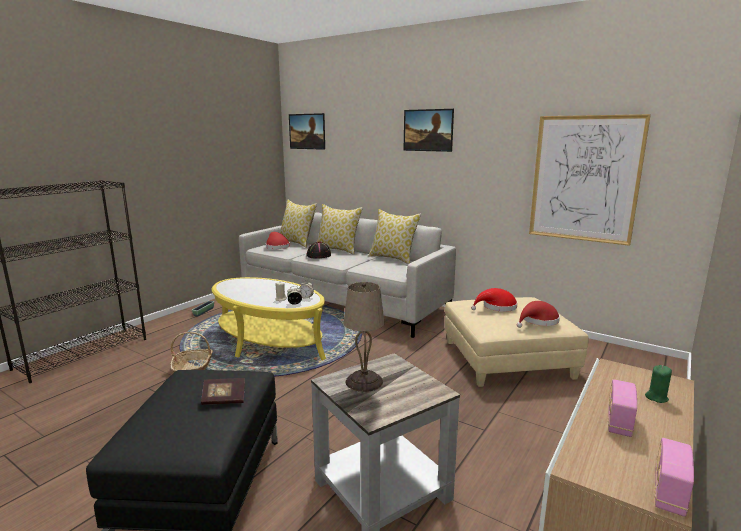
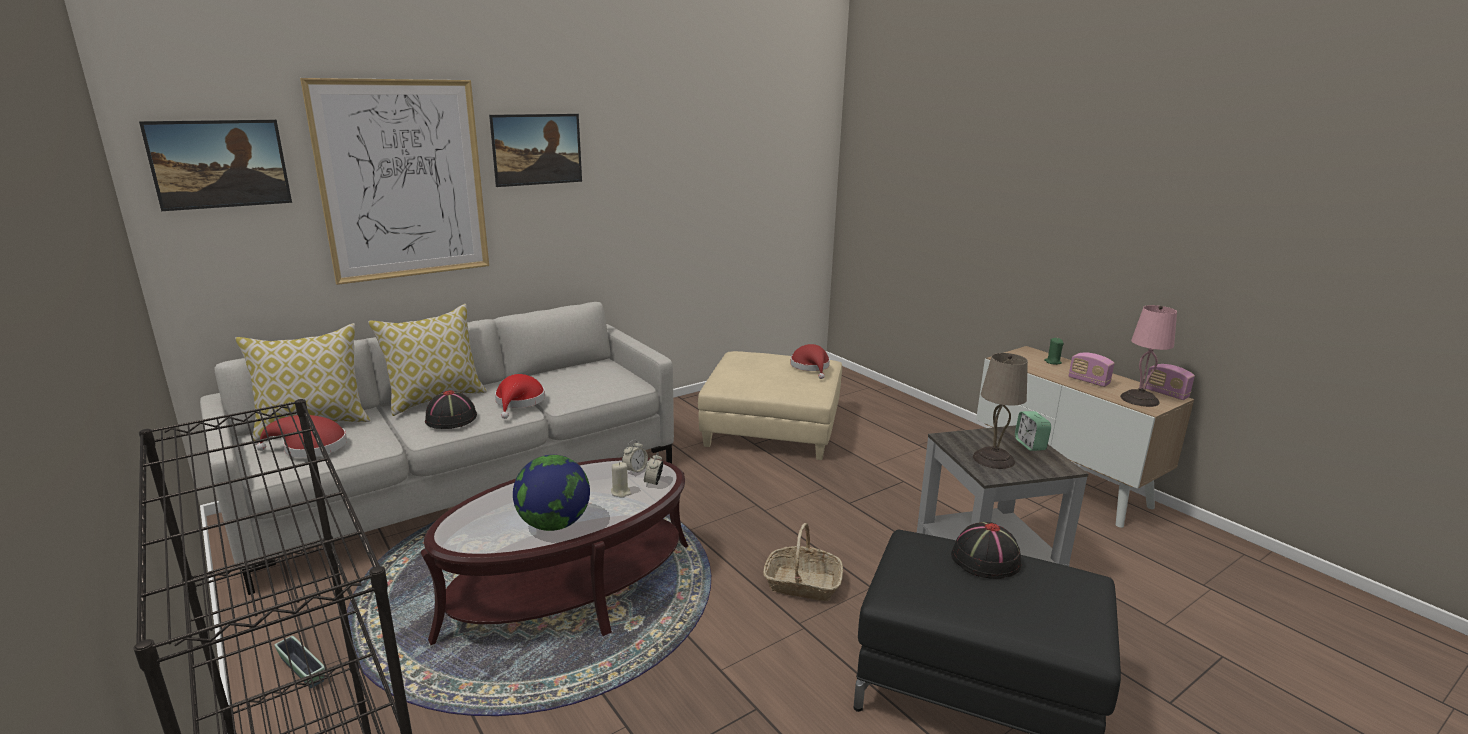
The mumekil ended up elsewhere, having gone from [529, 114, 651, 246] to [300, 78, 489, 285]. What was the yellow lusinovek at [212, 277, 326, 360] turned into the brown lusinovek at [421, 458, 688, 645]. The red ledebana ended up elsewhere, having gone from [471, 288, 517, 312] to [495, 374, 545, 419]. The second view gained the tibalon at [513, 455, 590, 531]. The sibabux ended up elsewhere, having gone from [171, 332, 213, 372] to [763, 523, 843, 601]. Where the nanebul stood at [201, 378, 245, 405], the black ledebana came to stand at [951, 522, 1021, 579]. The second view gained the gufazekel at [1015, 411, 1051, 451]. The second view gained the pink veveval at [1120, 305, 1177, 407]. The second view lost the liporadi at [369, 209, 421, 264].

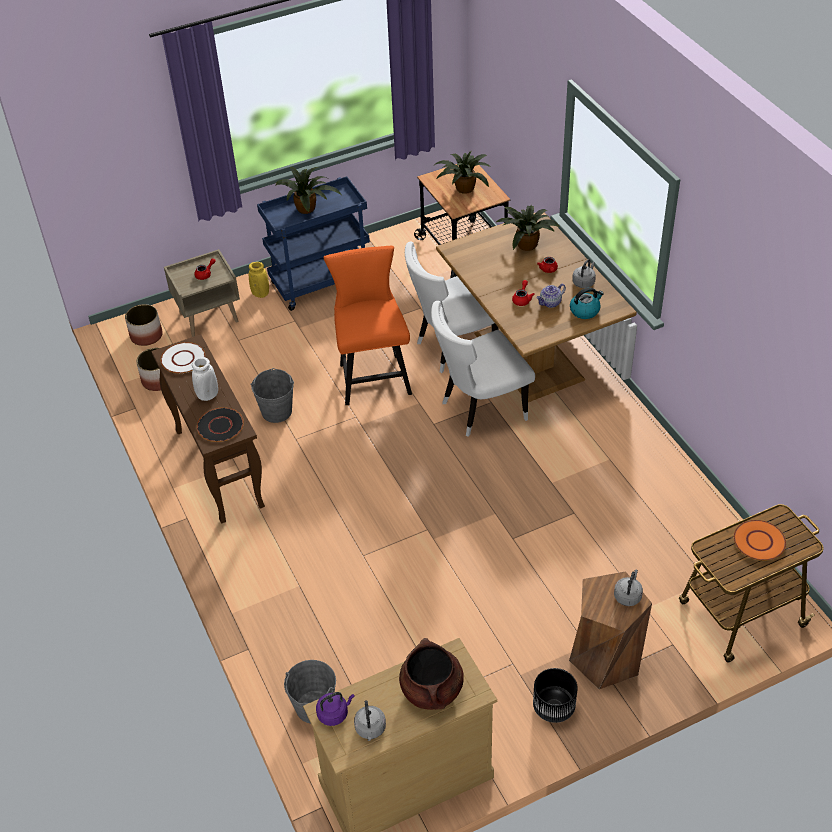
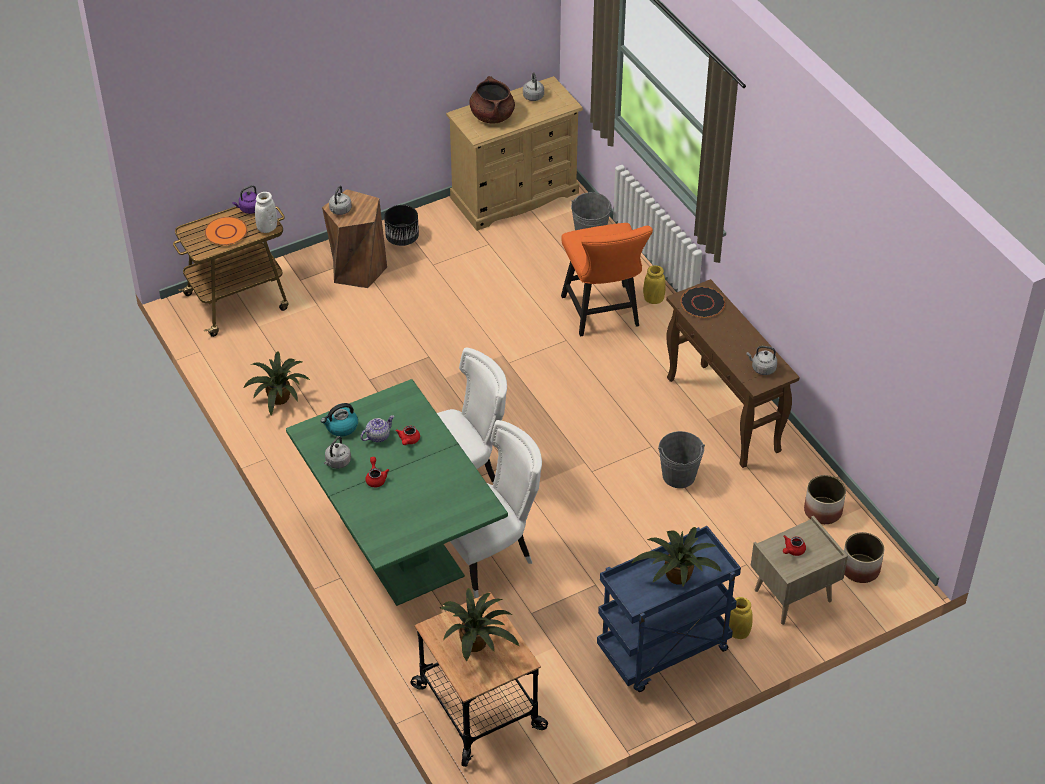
The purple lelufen ended up elsewhere, having gone from [316, 692, 355, 726] to [232, 185, 258, 214]. The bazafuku ended up elsewhere, having gone from [496, 204, 560, 251] to [244, 352, 311, 415]. The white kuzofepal ended up elsewhere, having gone from [192, 357, 218, 401] to [255, 192, 277, 233]. What was the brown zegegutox at [436, 212, 637, 402] turned into the green zegegutox at [286, 379, 508, 606]. The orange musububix ended up elsewhere, having gone from [323, 246, 412, 405] to [561, 223, 653, 336]. The second view gained the yellow kuzofepal at [643, 265, 666, 304]. Where the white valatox stood at [161, 342, 205, 373], the grey lelufen came to stand at [747, 346, 777, 375].

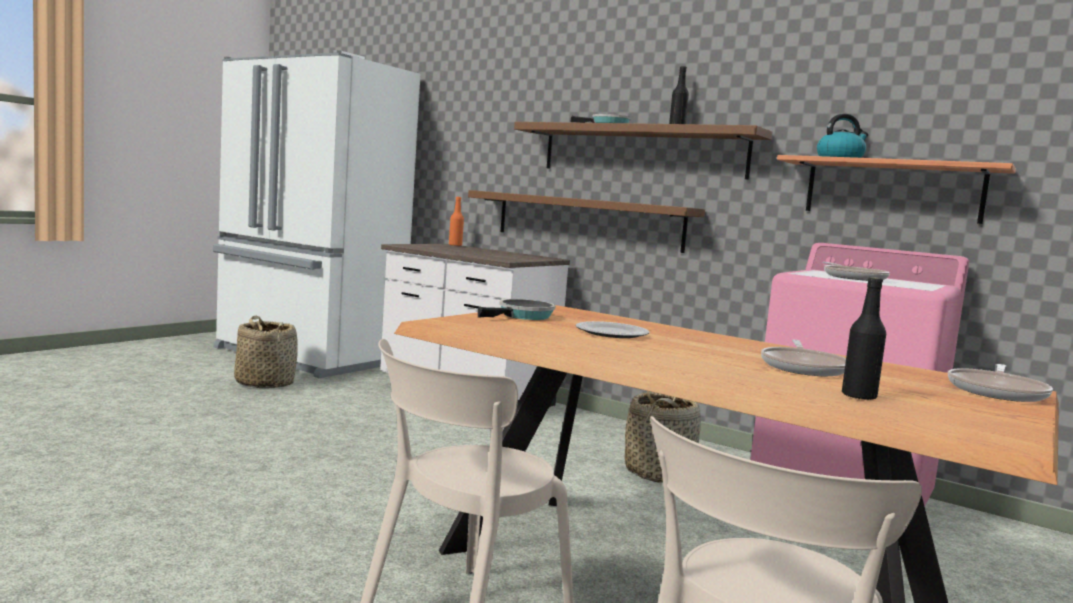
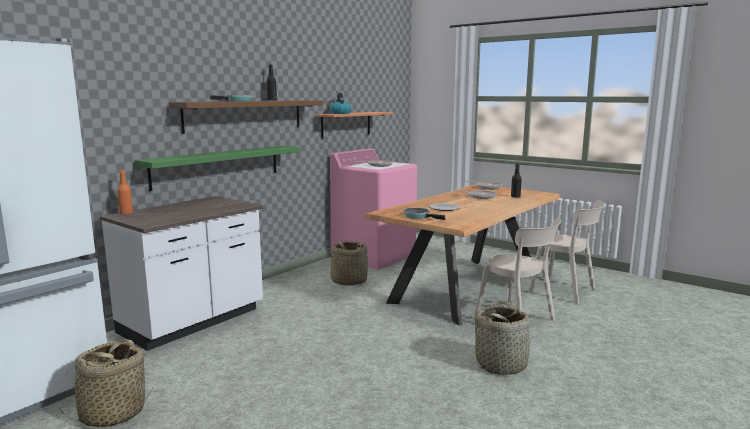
What was the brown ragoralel at [468, 190, 705, 253] turned into the green ragoralel at [134, 146, 300, 191]. The second view gained the sibabux at [475, 301, 534, 375].

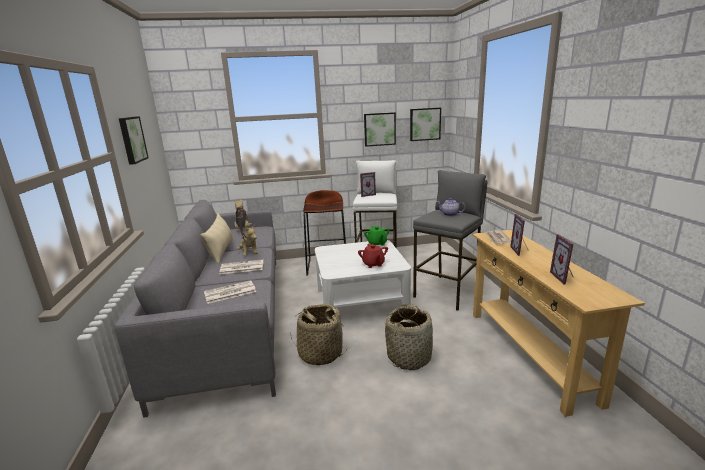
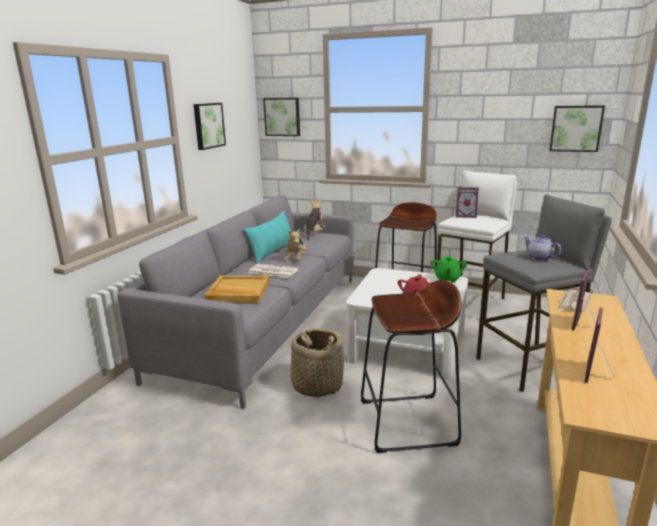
Where the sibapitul stood at [204, 280, 256, 304], the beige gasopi came to stand at [204, 276, 270, 303]. What was the beige liporadi at [201, 213, 233, 265] turned into the turquoise liporadi at [244, 211, 291, 264]. The mumekil ended up elsewhere, having gone from [364, 112, 396, 147] to [263, 98, 300, 136]. Where the sibabux stood at [385, 304, 433, 370], the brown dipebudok came to stand at [361, 279, 462, 453].

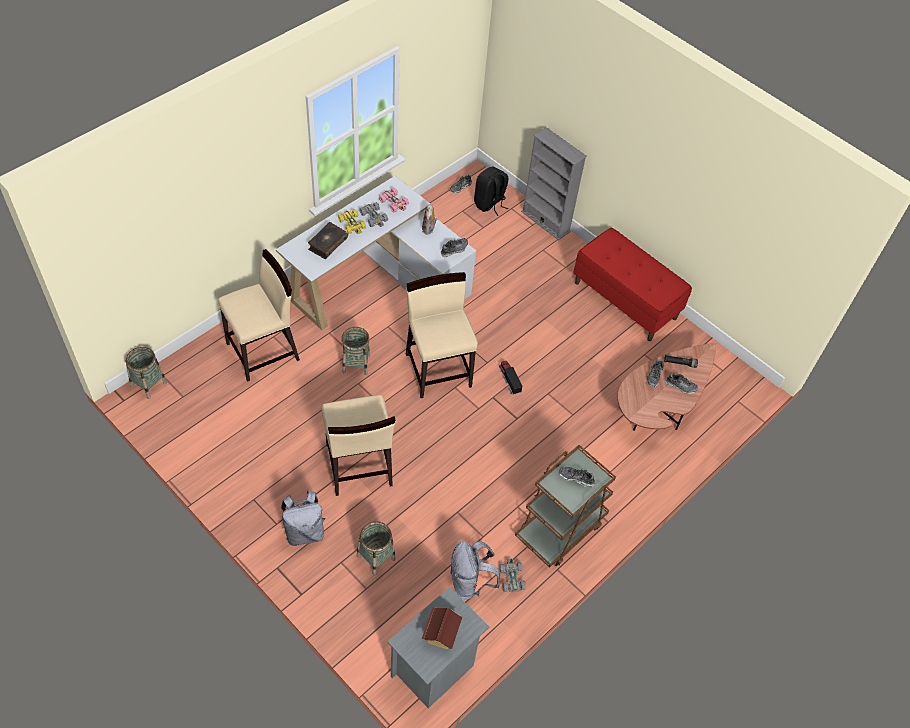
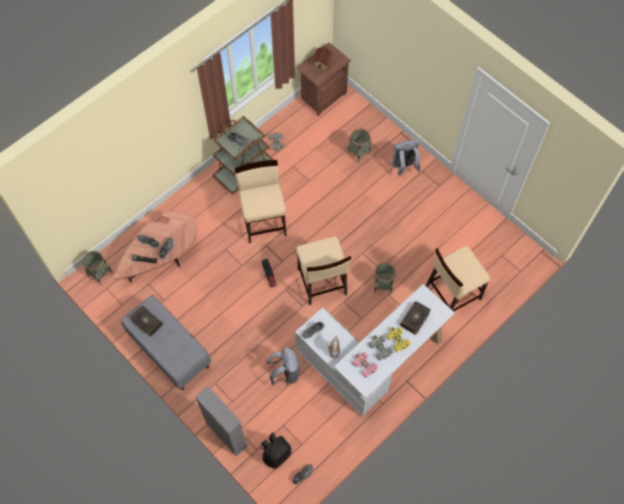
The sibabux ended up elsewhere, having gone from [126, 347, 167, 399] to [83, 251, 112, 285]. What was the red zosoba at [573, 228, 692, 341] turned into the grey zosoba at [121, 295, 211, 390]. The second view gained the nanebul at [130, 305, 163, 337]. The beige musububix ended up elsewhere, having gone from [322, 395, 395, 496] to [235, 160, 287, 243]. The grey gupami ended up elsewhere, having gone from [450, 541, 500, 600] to [266, 348, 300, 385]. What was the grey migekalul at [387, 587, 489, 708] turned into the brown migekalul at [296, 42, 351, 117].

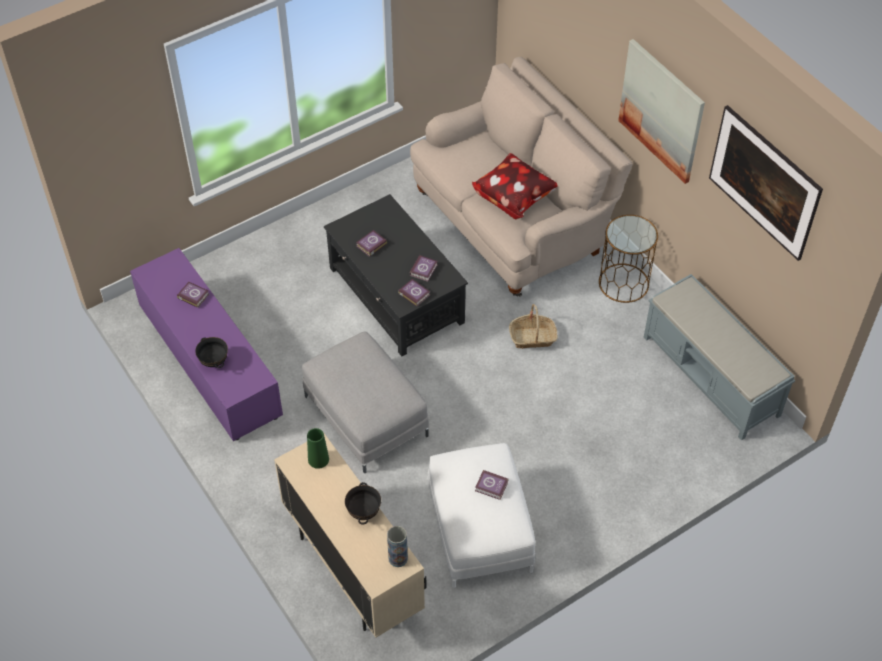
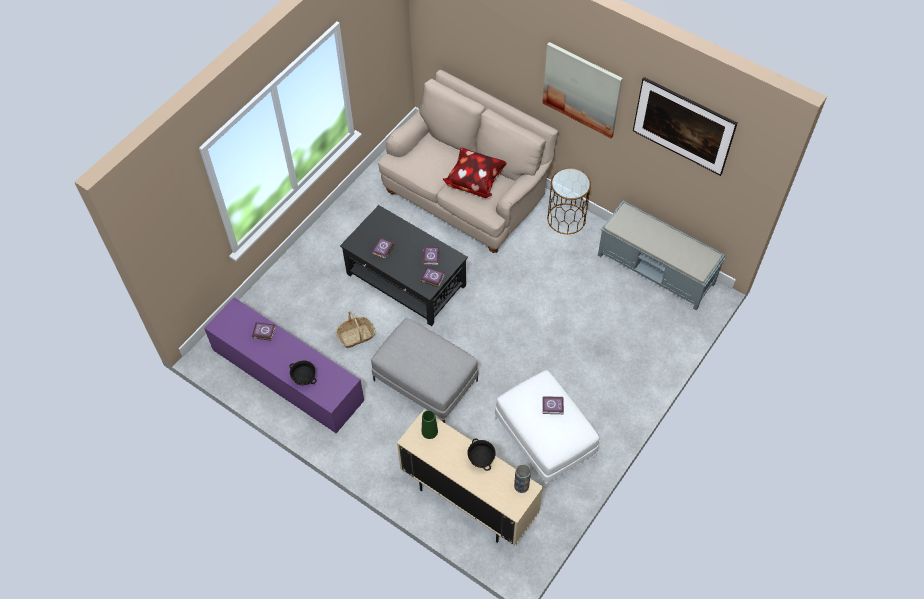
The sibabux ended up elsewhere, having gone from [509, 304, 558, 349] to [336, 312, 376, 348].

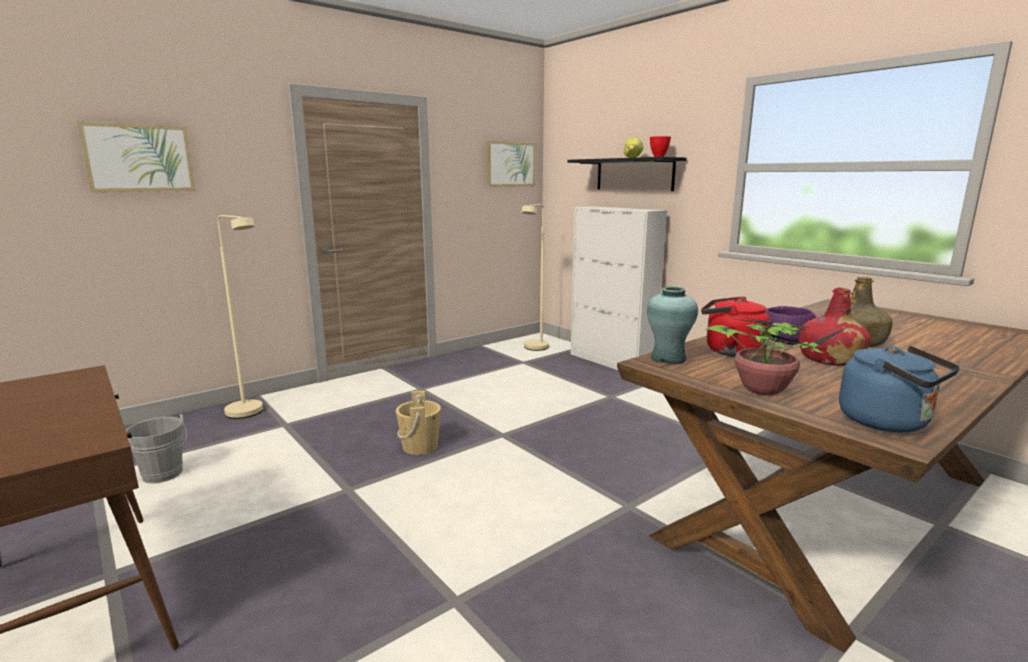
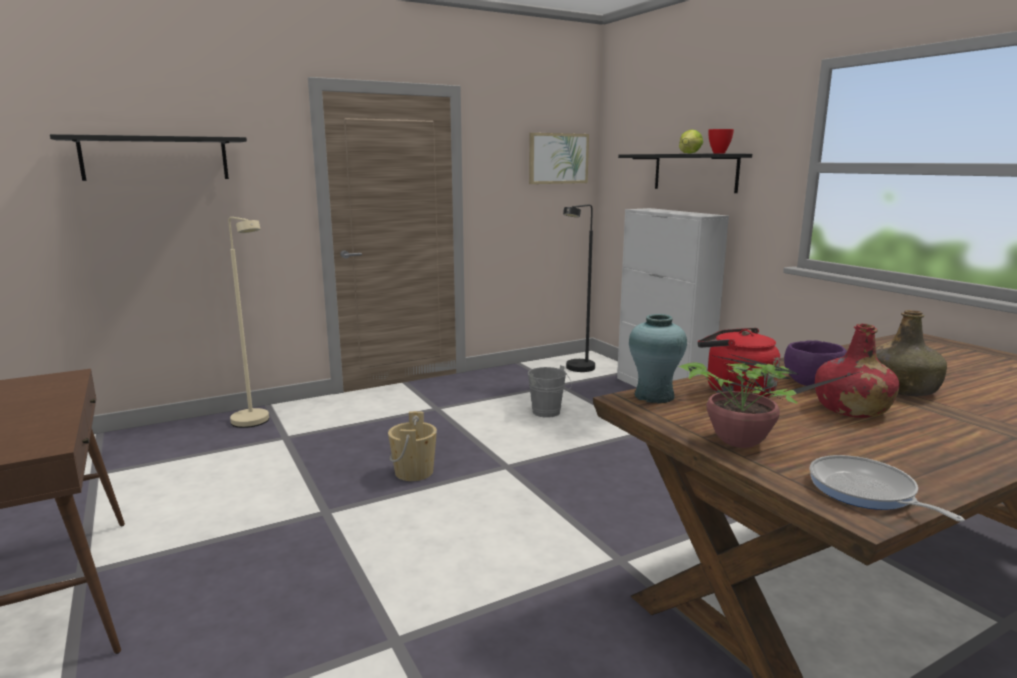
Where the mumekil hung at [77, 121, 196, 192], the black ragoralel came to hang at [50, 134, 247, 181]. The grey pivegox ended up elsewhere, having gone from [126, 414, 187, 484] to [528, 365, 572, 418]. What was the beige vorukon at [522, 204, 549, 351] turned into the black vorukon at [563, 205, 595, 372]. Where the blue lelufen stood at [839, 346, 960, 432], the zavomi came to stand at [809, 455, 965, 522].

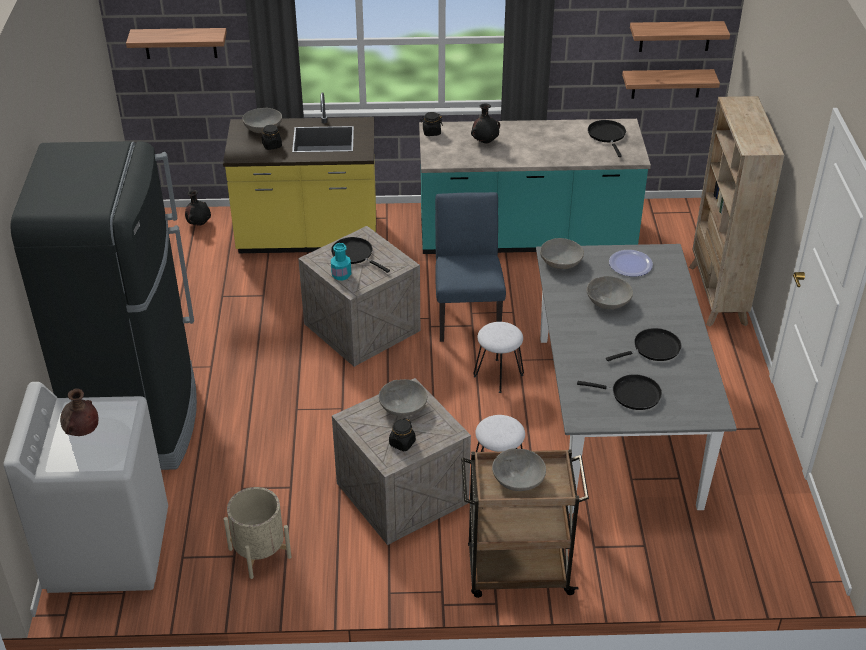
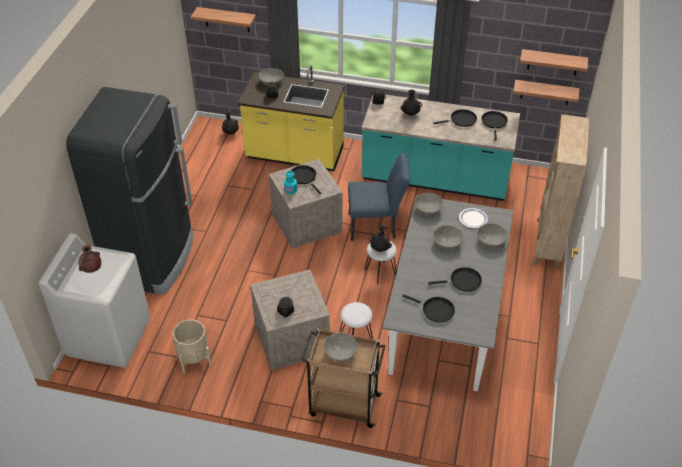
The blue musububix at [435, 192, 506, 342] ended up facing another way, 75 degrees clockwise from before. The second view gained the black kuzofepal at [369, 225, 392, 252]. The second view gained the black zavomi at [433, 109, 477, 127]. The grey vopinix ended up elsewhere, having gone from [378, 379, 427, 417] to [477, 223, 508, 247].

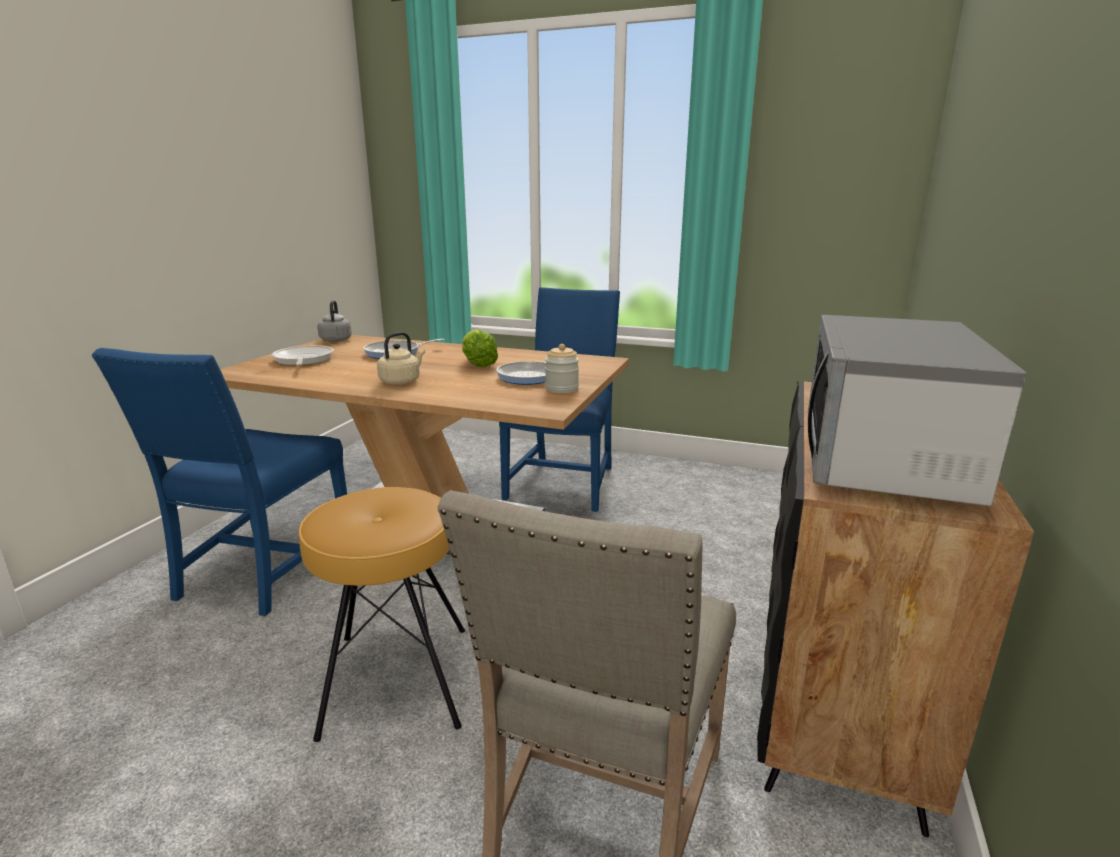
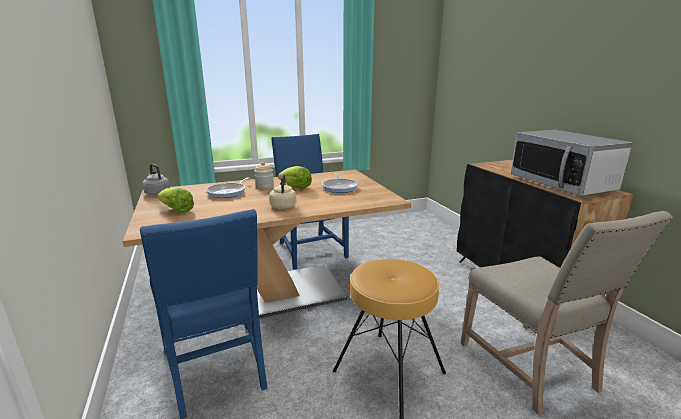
Where the zavomi stood at [271, 345, 334, 366], the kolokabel came to stand at [158, 188, 194, 213]. The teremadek ended up elsewhere, having gone from [545, 344, 579, 393] to [254, 162, 274, 189].

